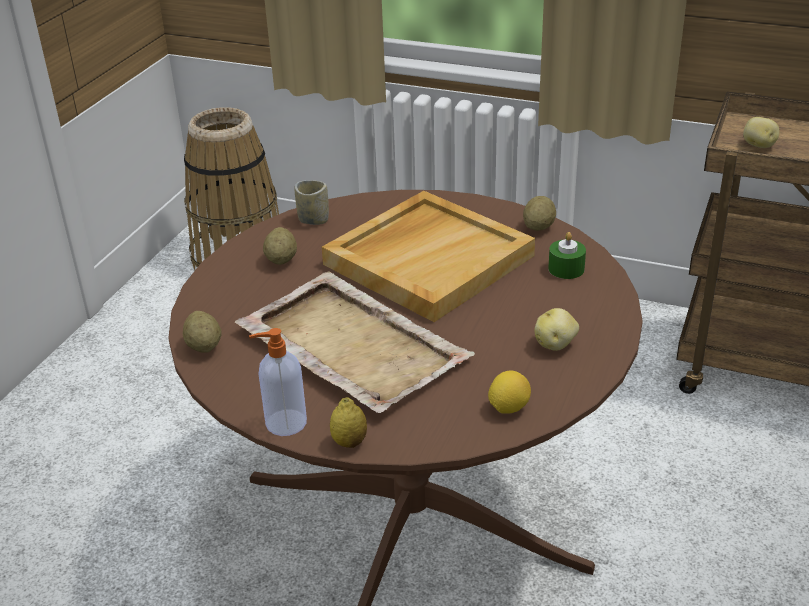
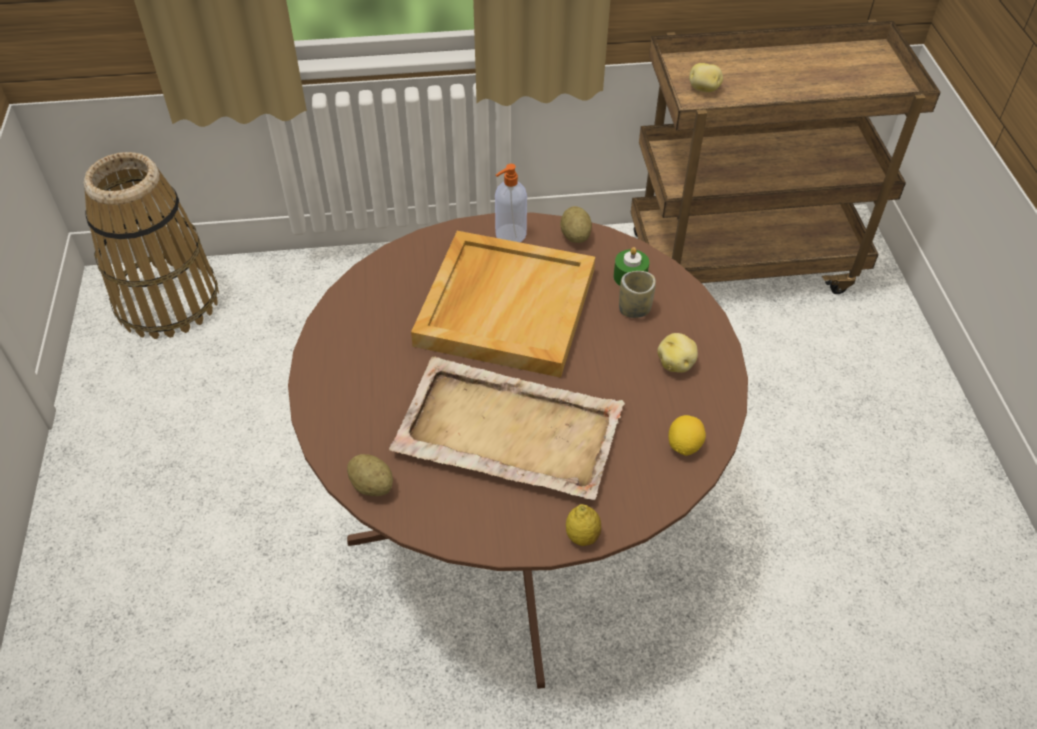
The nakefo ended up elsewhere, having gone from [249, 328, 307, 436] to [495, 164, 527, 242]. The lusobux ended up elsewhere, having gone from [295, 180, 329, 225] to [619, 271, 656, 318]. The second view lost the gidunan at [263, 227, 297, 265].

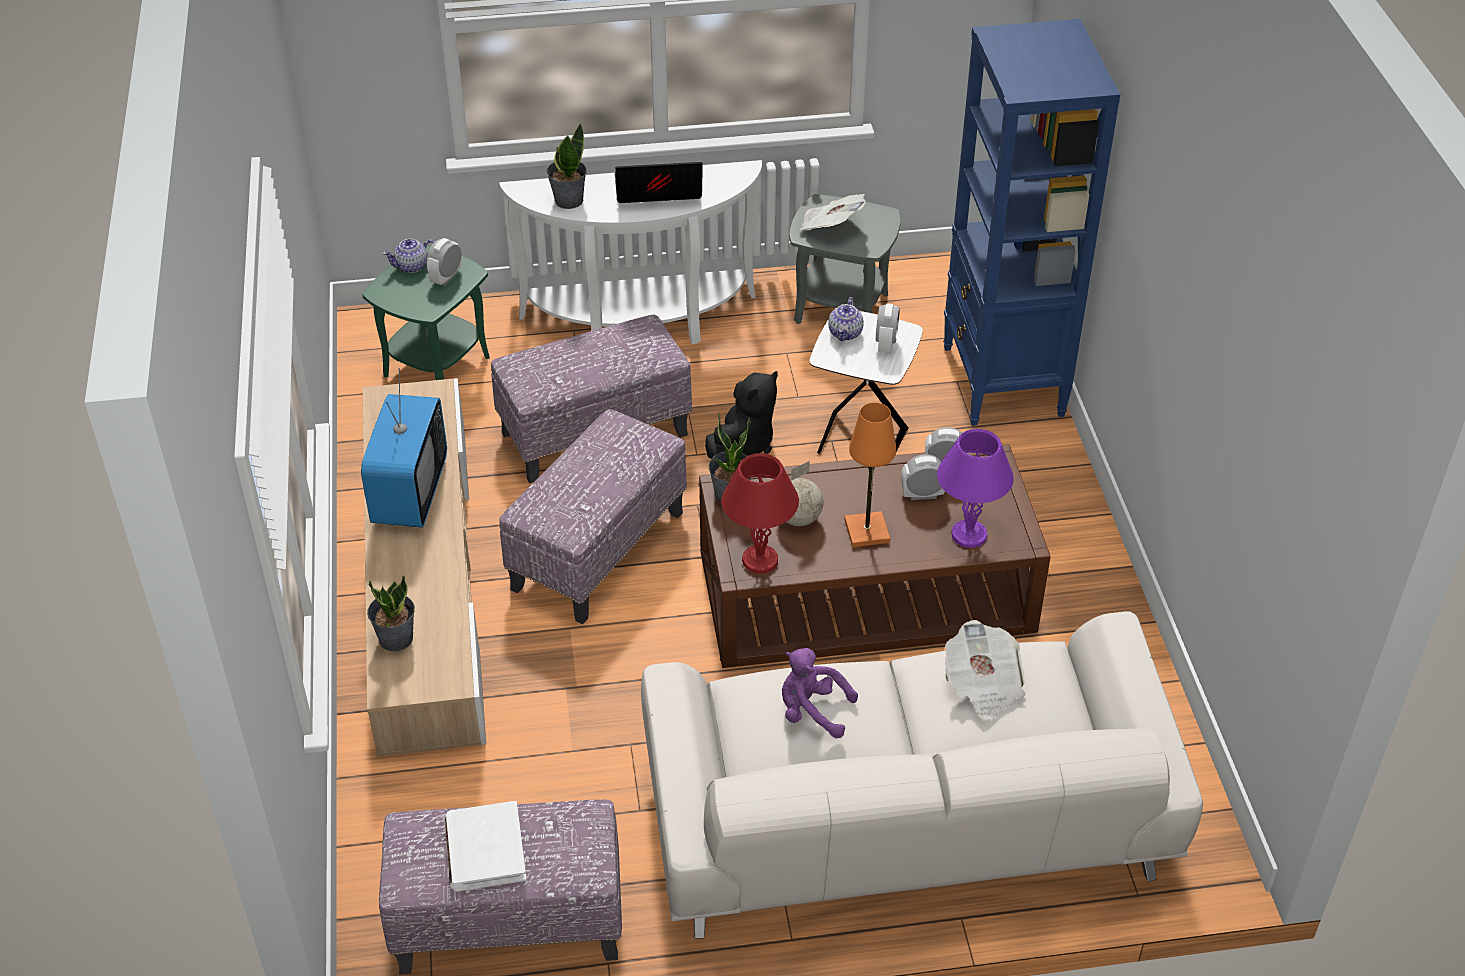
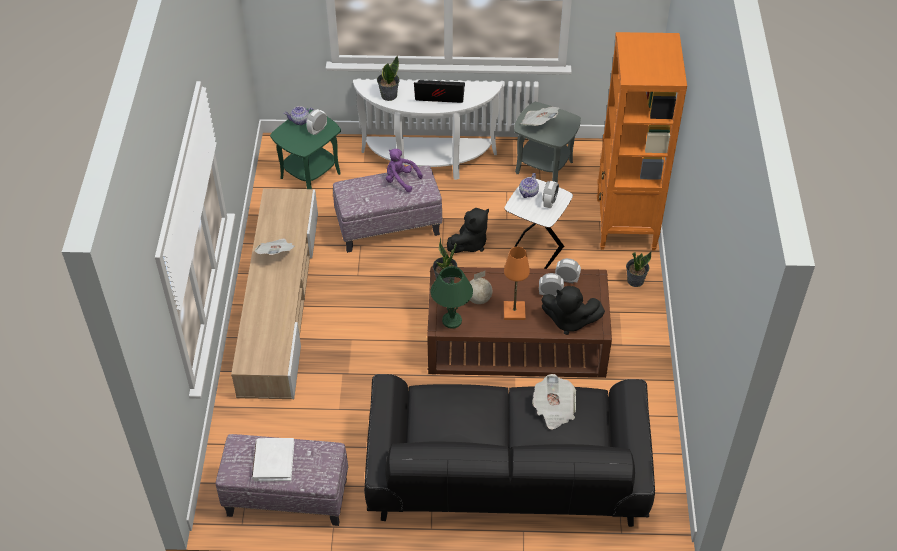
Where the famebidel stood at [361, 368, 447, 528], the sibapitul came to stand at [254, 238, 295, 255]. What was the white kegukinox at [641, 611, 1203, 939] turned into the black kegukinox at [364, 374, 655, 527]. The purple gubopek ended up elsewhere, having gone from [782, 648, 858, 738] to [386, 149, 423, 192]. What was the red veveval at [721, 453, 799, 574] turned into the green veveval at [430, 266, 473, 329]. Where the purple veveval stood at [937, 429, 1014, 548], the black gubopek came to stand at [541, 286, 605, 335]. What was the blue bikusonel at [943, 19, 1120, 426] turned into the orange bikusonel at [597, 32, 687, 250]. The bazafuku ended up elsewhere, having gone from [367, 575, 415, 652] to [626, 252, 651, 287]. The second view lost the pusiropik at [499, 409, 687, 624].

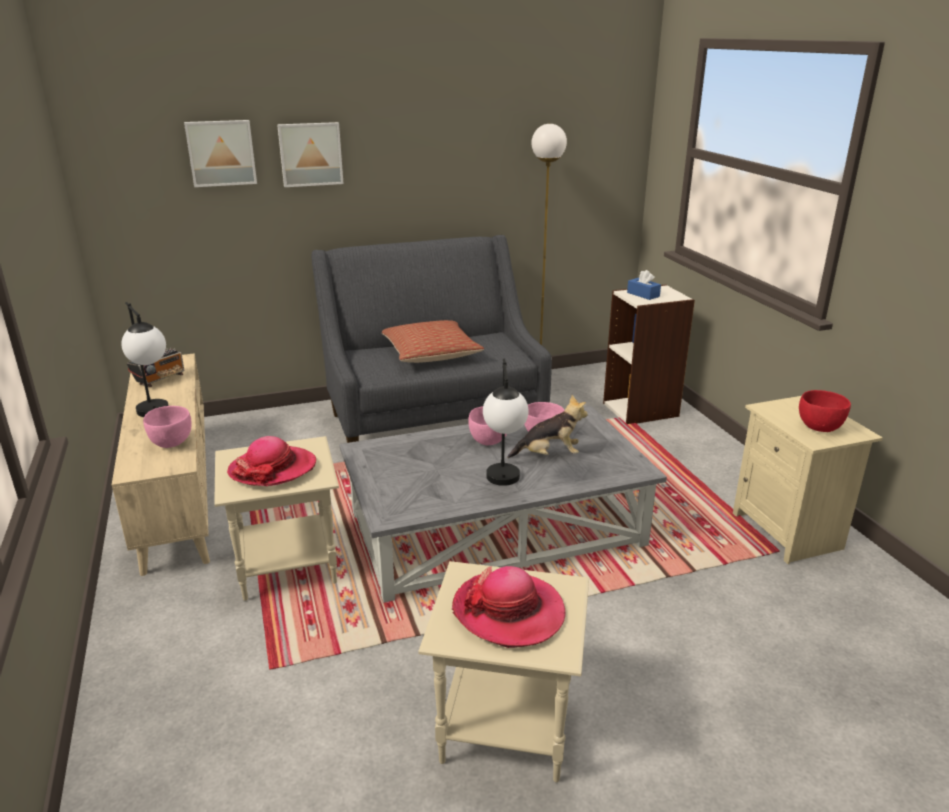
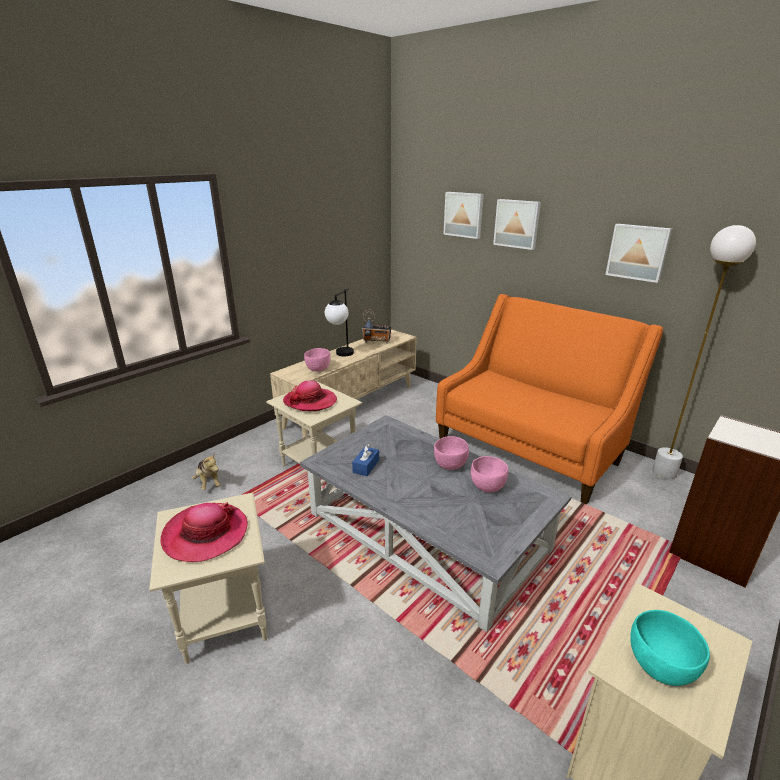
The gubopek ended up elsewhere, having gone from [507, 395, 588, 458] to [192, 452, 221, 490]. The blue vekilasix ended up elsewhere, having gone from [627, 270, 661, 300] to [352, 444, 379, 476]. What was the grey kegukinox at [312, 235, 552, 443] turned into the orange kegukinox at [436, 294, 663, 504]. The second view gained the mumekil at [605, 224, 672, 283]. What was the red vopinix at [799, 390, 851, 432] turned into the turquoise vopinix at [630, 610, 710, 686]. The second view lost the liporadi at [382, 320, 484, 363]. The second view lost the veveval at [483, 359, 528, 486].

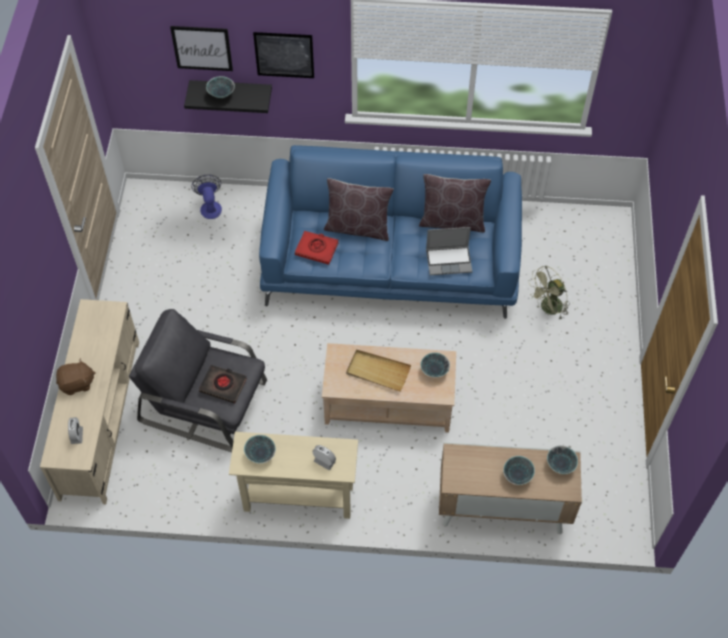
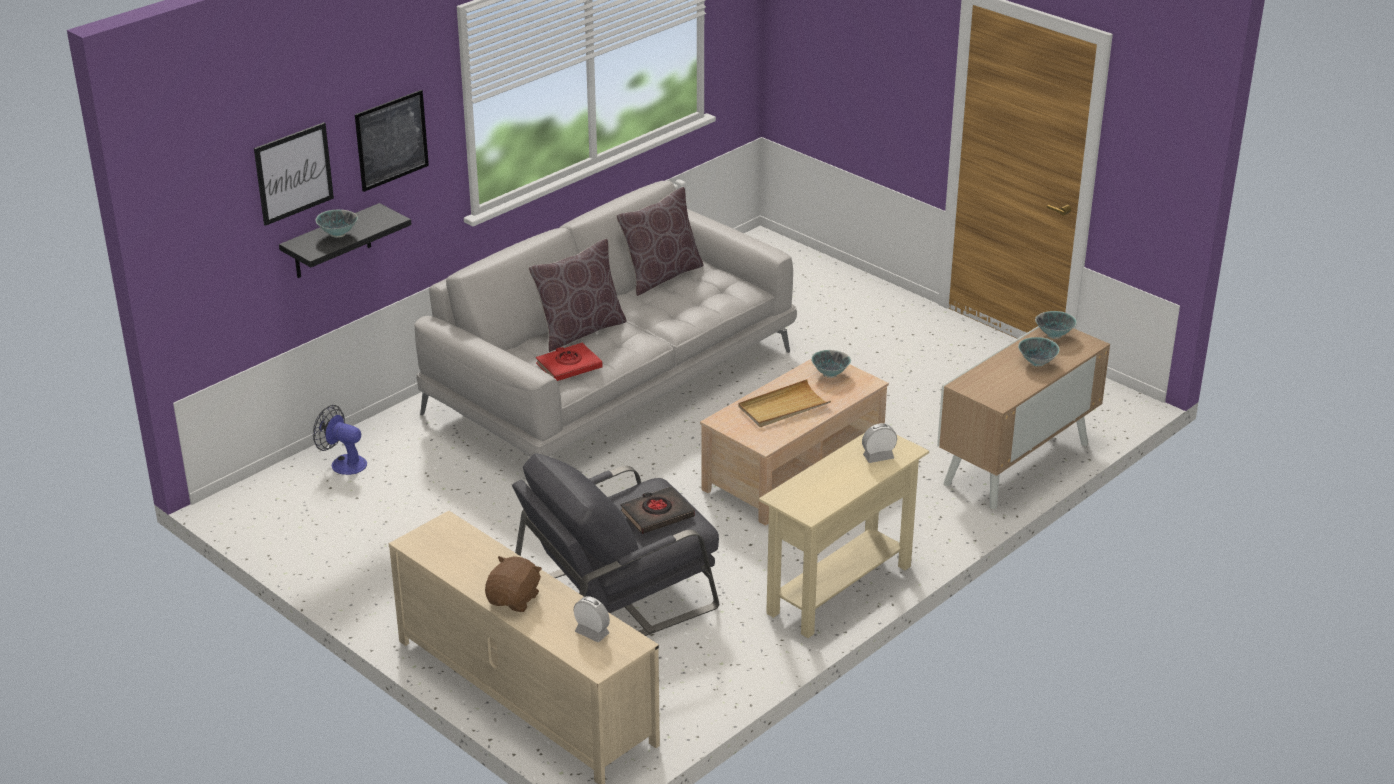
What was the blue kegukinox at [259, 145, 522, 319] turned into the grey kegukinox at [414, 181, 797, 457]. The second view lost the vopinix at [244, 435, 276, 463]. The second view lost the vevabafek at [426, 227, 472, 275]. The second view lost the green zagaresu at [528, 266, 570, 319].

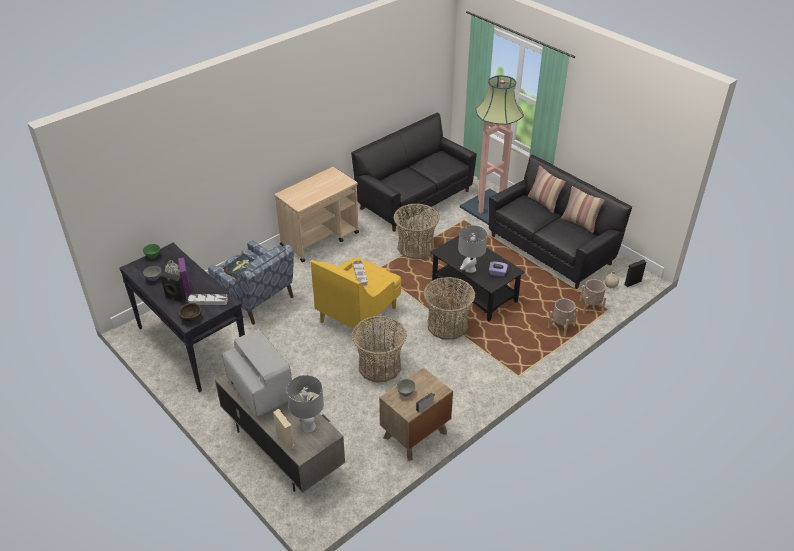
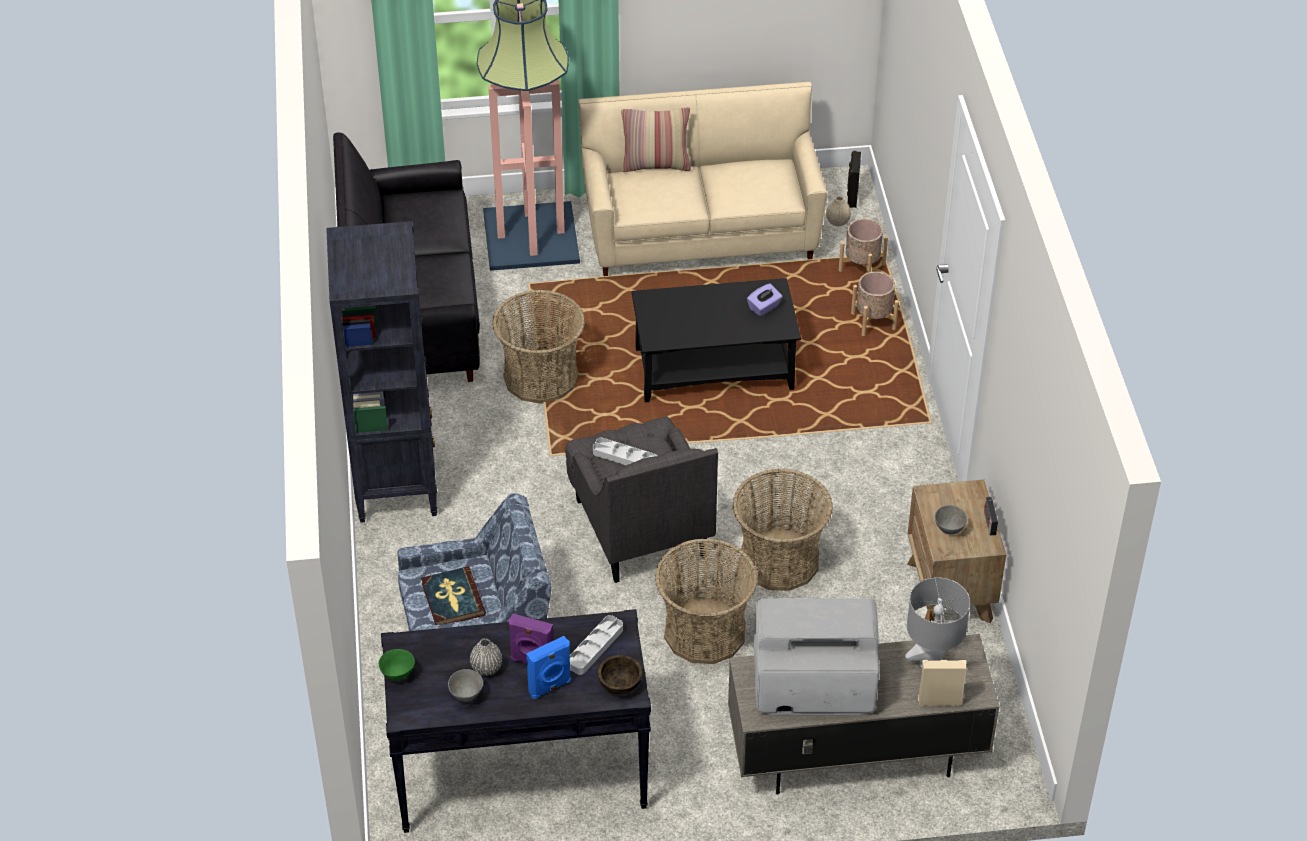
Where the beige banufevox stood at [274, 167, 359, 263], the black bikusonel came to stand at [326, 221, 437, 523]. What was the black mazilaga at [160, 271, 186, 303] turned into the blue mazilaga at [526, 636, 571, 699]. What was the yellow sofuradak at [311, 257, 401, 340] turned into the grey sofuradak at [565, 416, 718, 583]. What was the black kegukinox at [489, 155, 632, 289] turned into the beige kegukinox at [578, 82, 827, 276]. The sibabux ended up elsewhere, having gone from [424, 277, 475, 340] to [655, 538, 758, 664]. The second view lost the grey veveval at [458, 225, 487, 273]. The second view lost the liporadi at [561, 186, 605, 233].

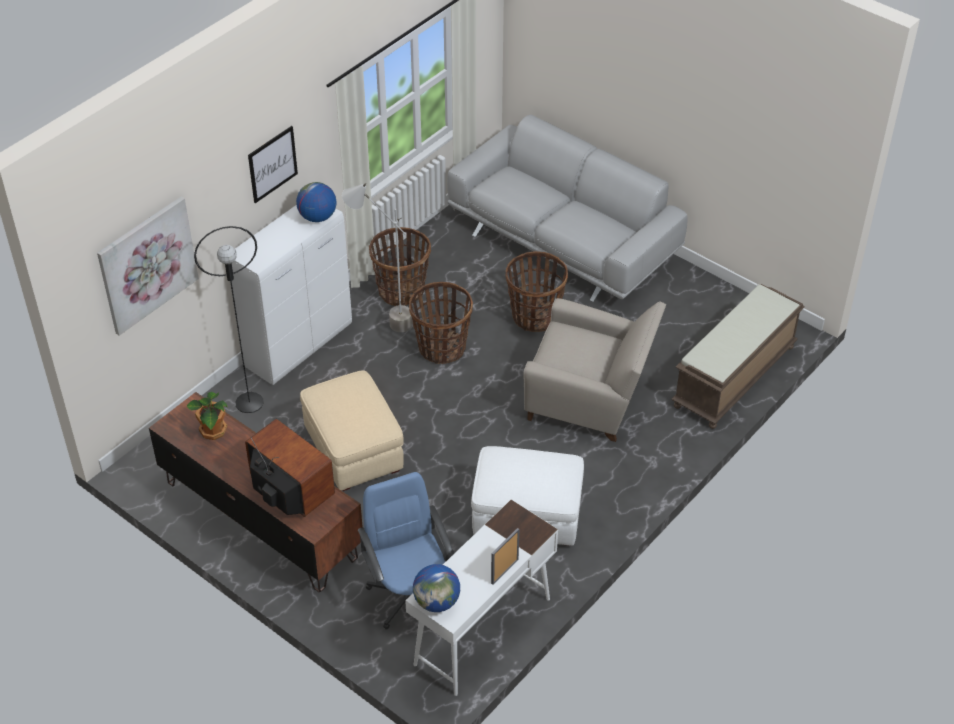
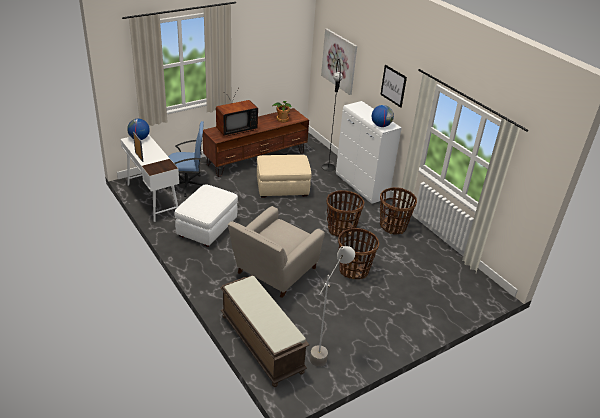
The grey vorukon ended up elsewhere, having gone from [342, 183, 413, 332] to [310, 246, 355, 367]. The second view lost the grey kegukinox at [447, 115, 688, 302].

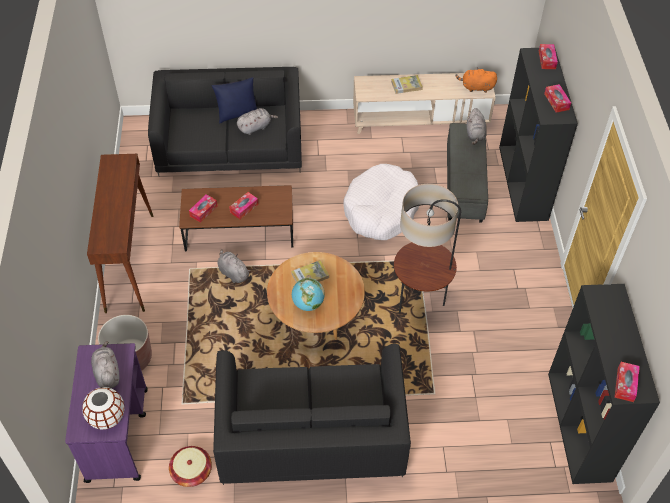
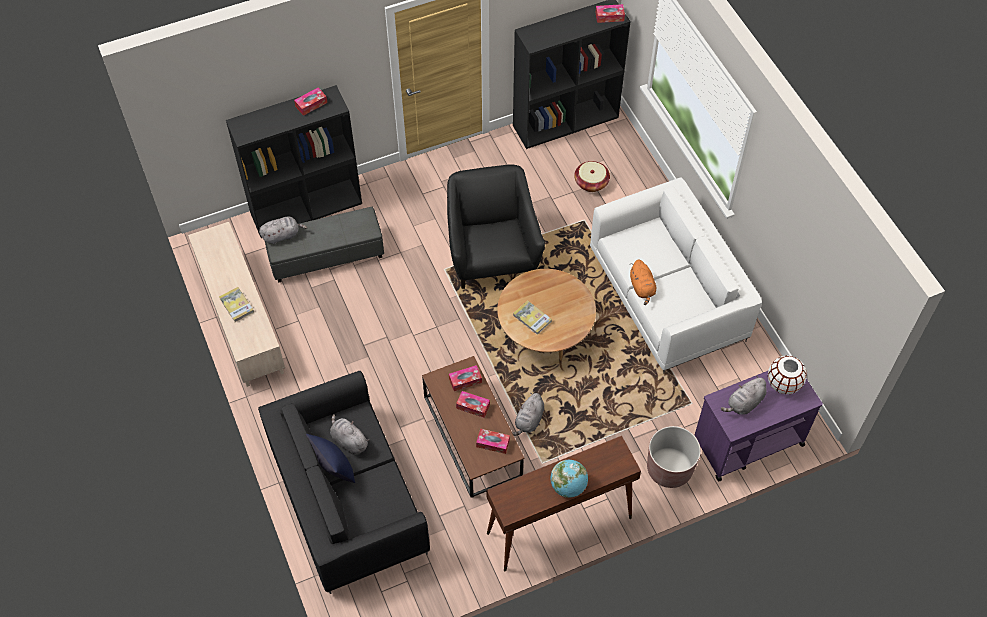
Where the vorukon stood at [394, 184, 461, 313], the black sofuradak came to stand at [447, 164, 545, 289]. The vekilasix ended up elsewhere, having gone from [539, 44, 558, 69] to [449, 365, 482, 391]. The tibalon ended up elsewhere, having gone from [292, 278, 325, 311] to [551, 460, 588, 498]. The sibabux ended up elsewhere, having gone from [169, 446, 212, 487] to [574, 161, 610, 192]. What was the black kegukinox at [213, 344, 411, 485] turned into the white kegukinox at [590, 177, 762, 373]. The orange gubopek ended up elsewhere, having gone from [455, 67, 497, 93] to [630, 260, 656, 305]. The second view lost the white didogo at [344, 164, 419, 240].

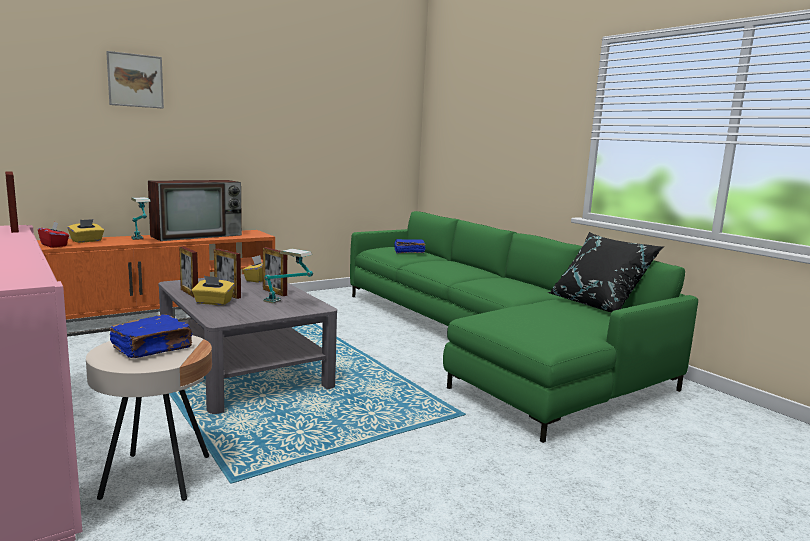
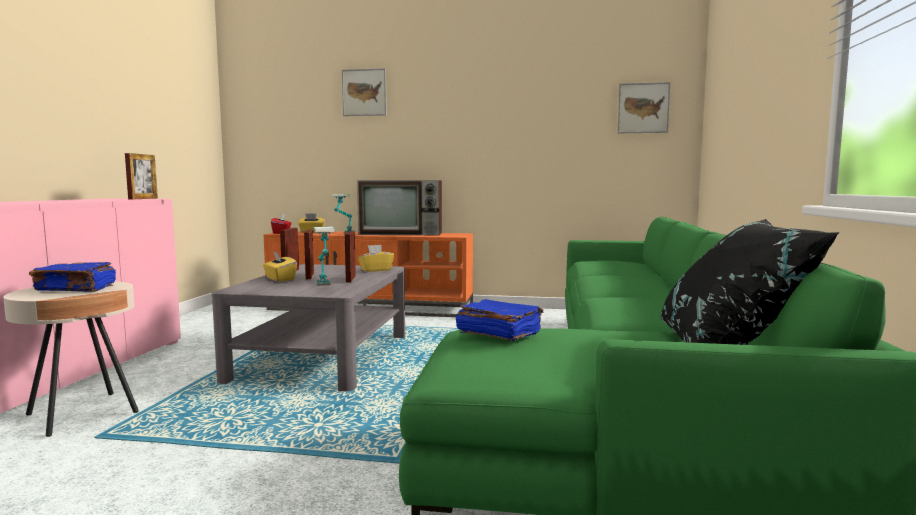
The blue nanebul ended up elsewhere, having gone from [394, 239, 425, 254] to [456, 299, 543, 341]. The second view gained the mumekil at [617, 82, 671, 133].

